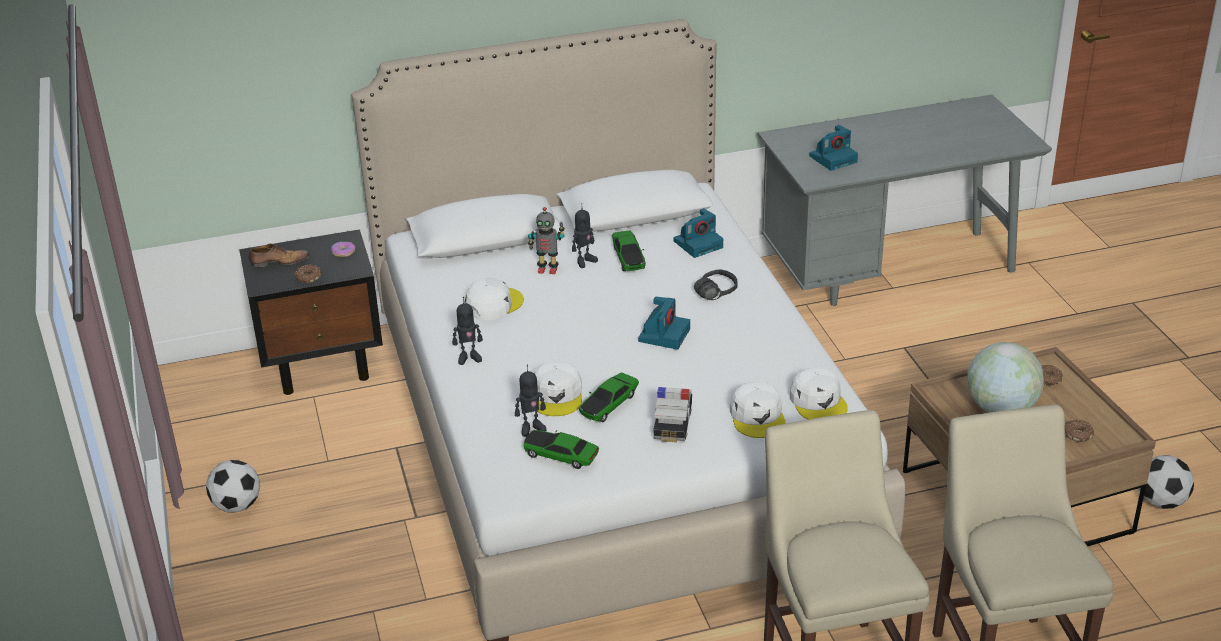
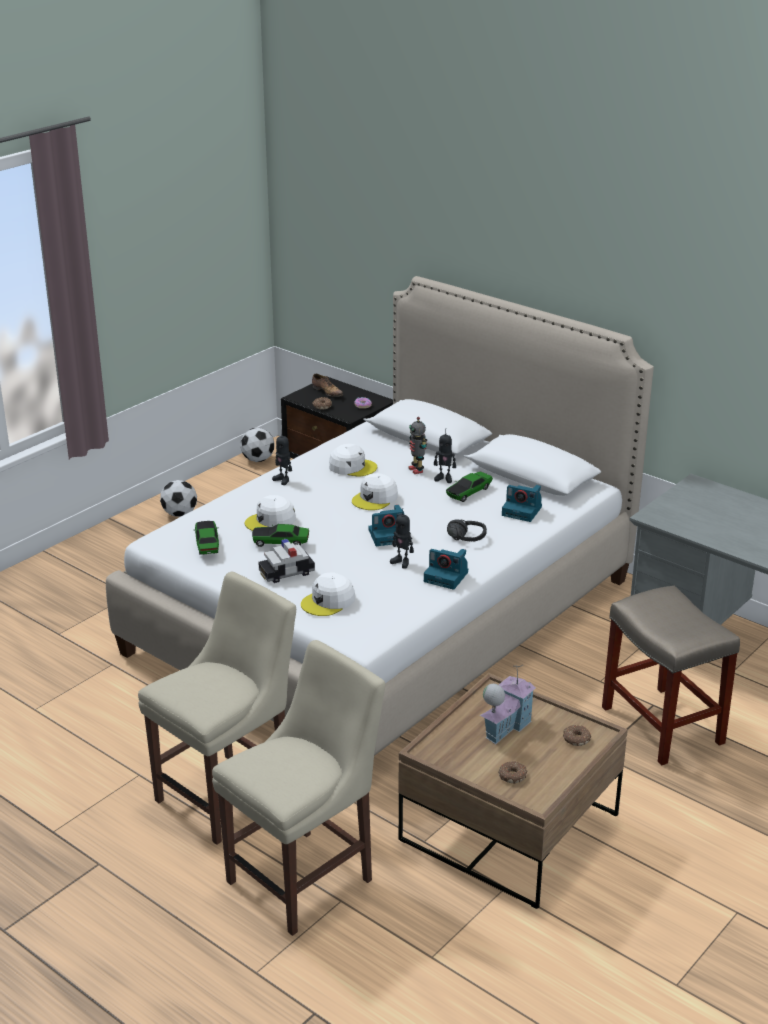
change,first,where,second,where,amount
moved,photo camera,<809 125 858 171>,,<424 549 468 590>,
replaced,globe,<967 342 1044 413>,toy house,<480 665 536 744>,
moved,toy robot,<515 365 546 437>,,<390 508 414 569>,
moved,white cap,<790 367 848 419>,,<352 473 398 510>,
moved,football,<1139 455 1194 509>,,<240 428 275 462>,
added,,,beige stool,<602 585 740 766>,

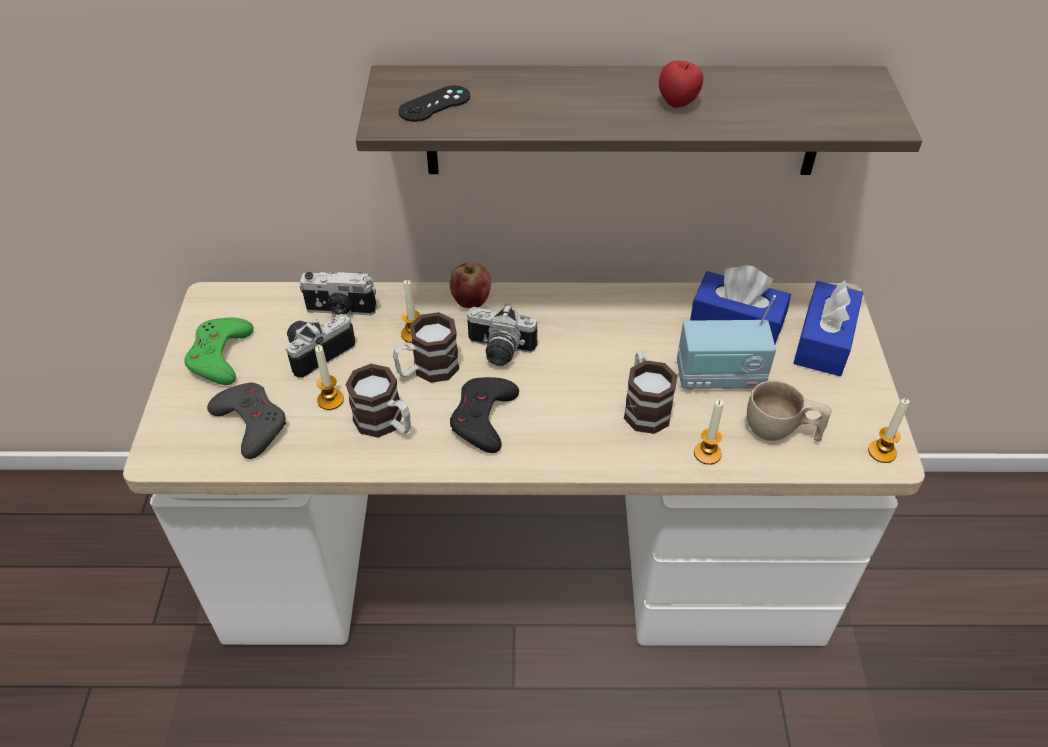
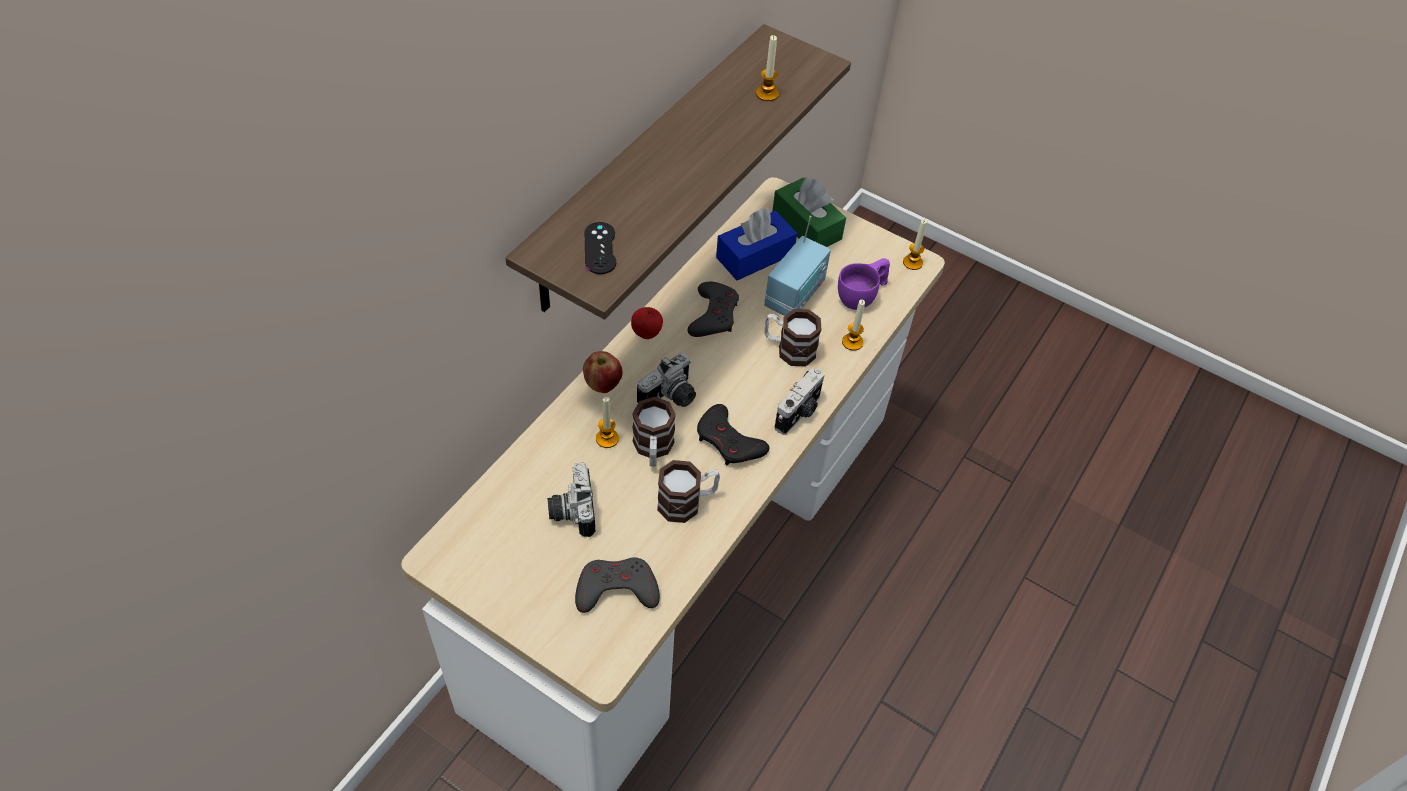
change,first,where,second,where,amount
moved,apple,<659 60 703 108>,,<631 307 663 339>,
moved,photo camera,<300 272 377 315>,,<774 368 824 435>,
recoloured,blue tissue box,<793 280 863 376>,green tissue box,<772 176 846 247>,
removed,green game controller,<184 317 254 385>,,,
moved,candle,<315 345 344 410>,,<756 35 779 101>,
recoloured,beige cup,<747 381 832 442>,purple cup,<838 258 890 310>,
added,,,grey game controller,<688 282 739 337>,

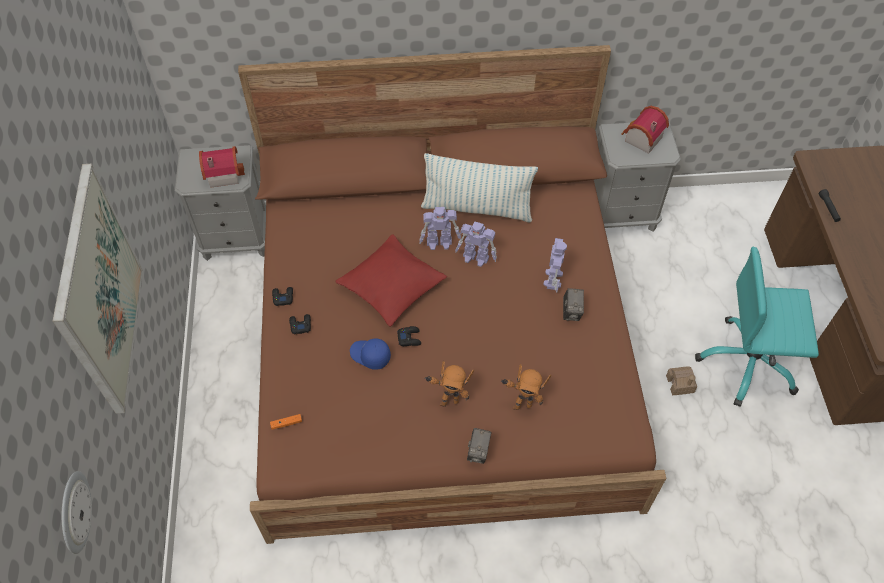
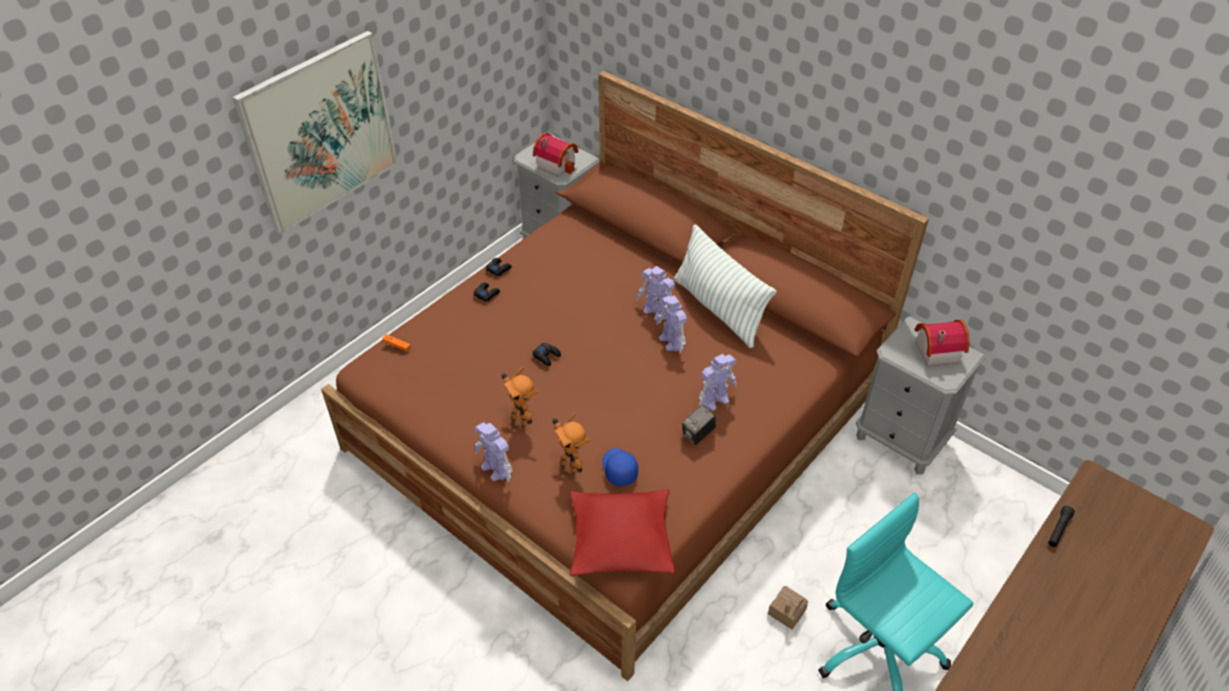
change,first,where,second,where,amount
moved,red pillow,<335 234 447 327>,,<569 489 675 576>,
moved,blue cap,<350 338 391 370>,,<602 448 638 486>,
replaced,photo camera,<467 428 492 464>,toy robot,<474 422 513 482>,
removed,wall clock,<62 471 92 554>,,,

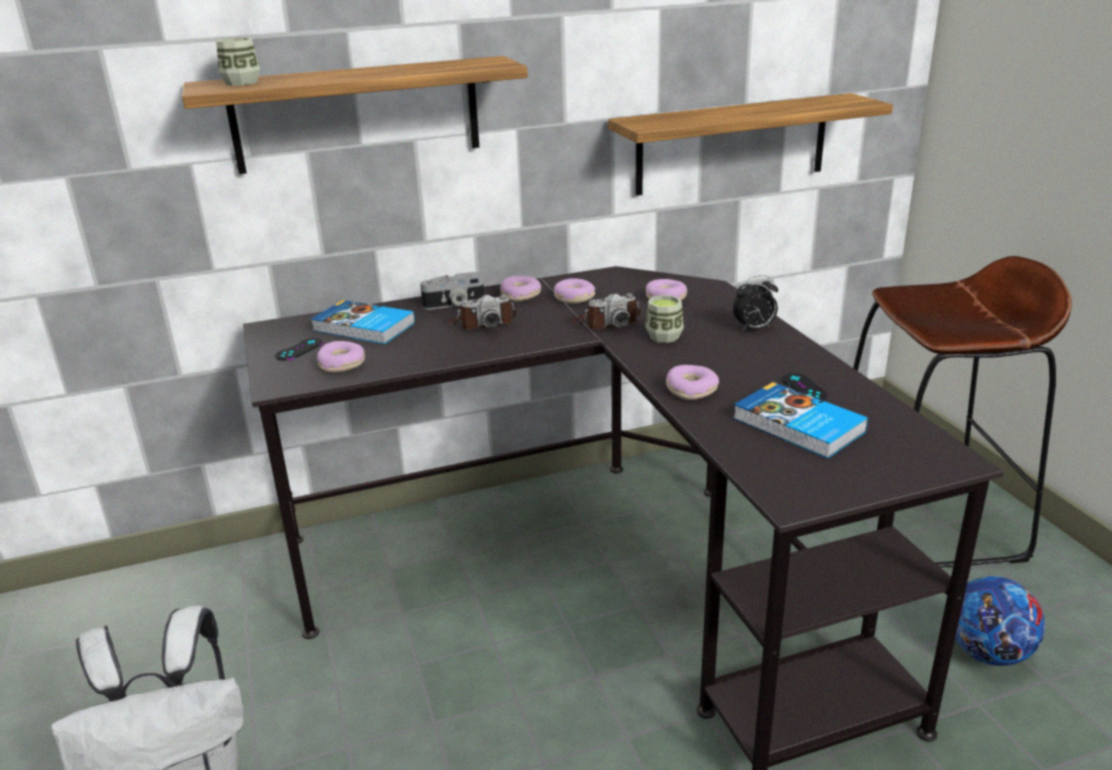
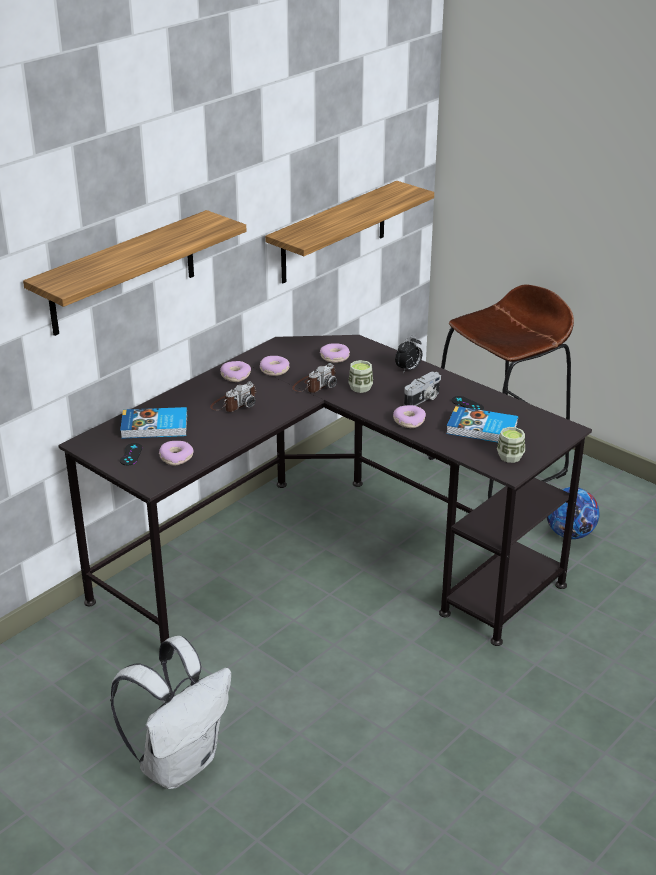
change,first,where,second,where,amount
moved,cup,<216 37 260 86>,,<497 427 525 463>,
moved,photo camera,<420 272 484 310>,,<404 371 441 406>,

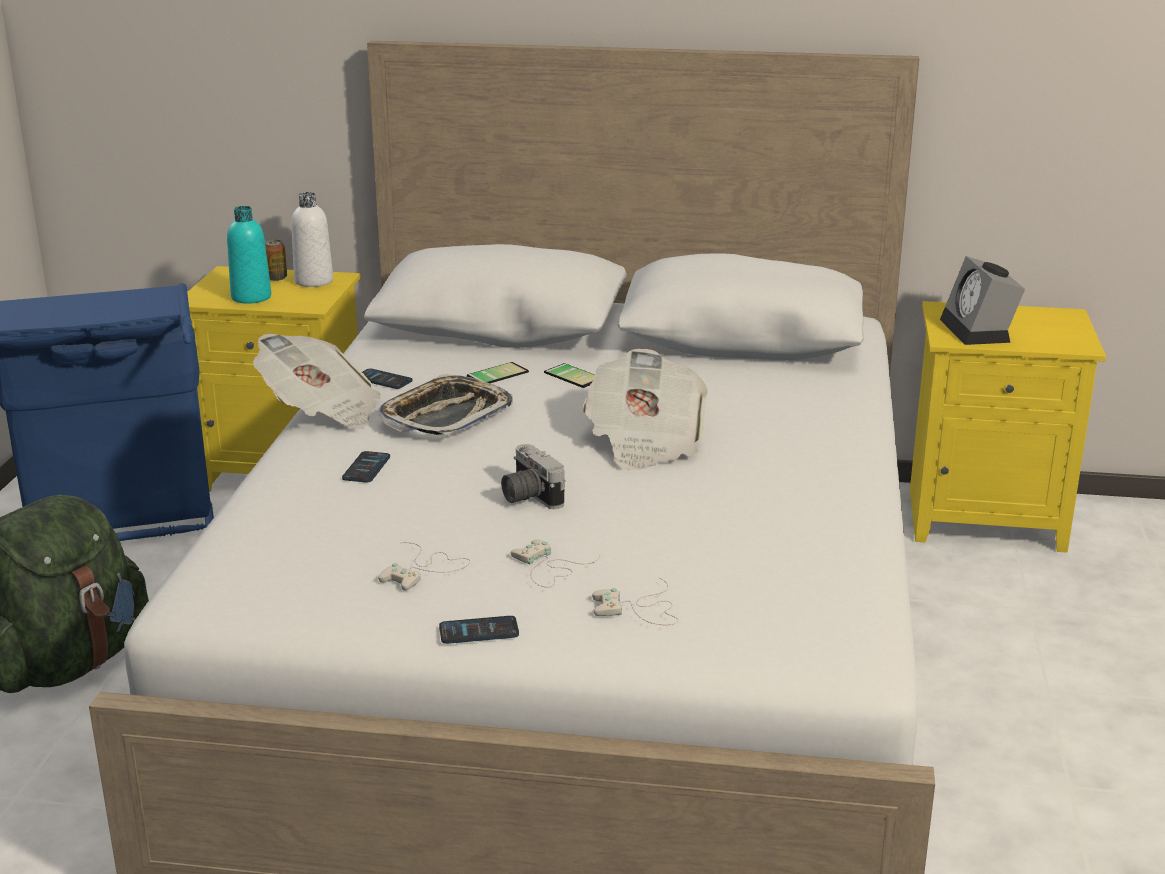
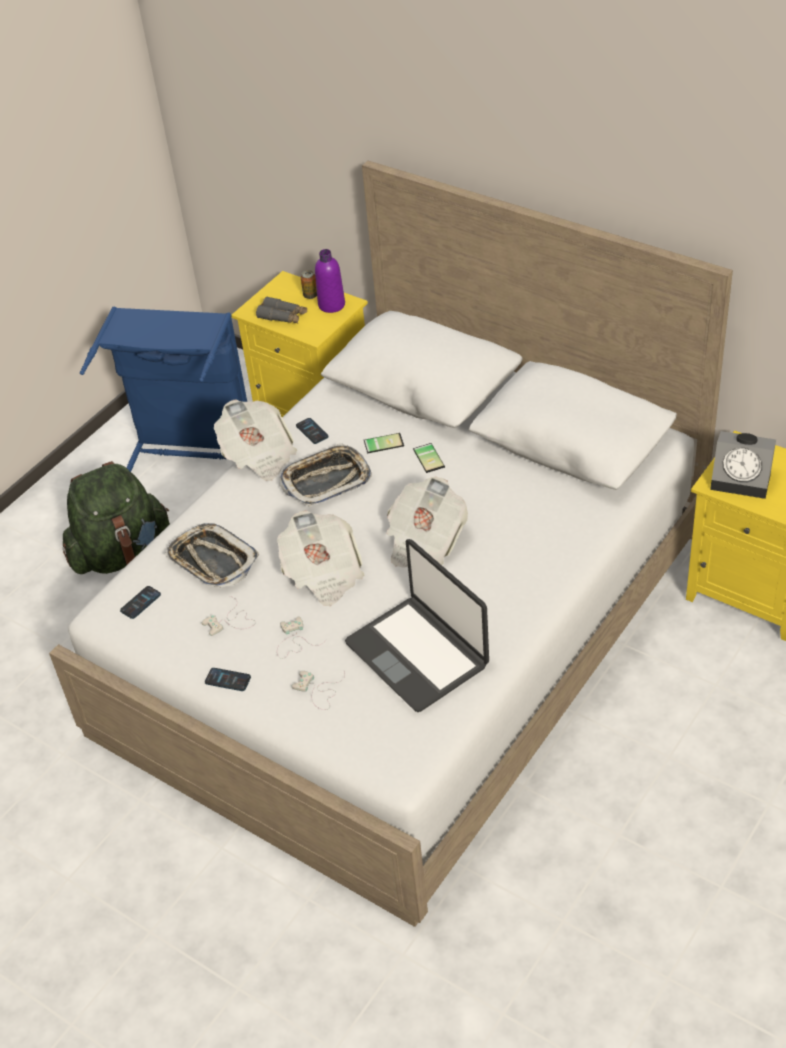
change,first,where,second,where,amount
recoloured,white bottle,<291 192 333 287>,purple bottle,<315 249 345 313>,
replaced,turquoise bottle,<227 206 271 304>,grey binoculars,<256 296 307 323>,
turned,alarm clock,<940 256 1025 345>,,<710 431 776 499>,90 degrees counterclockwise
replaced,photo camera,<501 444 565 509>,newspaper,<277 510 364 606>,
moved,phone,<342 451 390 483>,,<120 586 161 619>,
added,,,tray,<165 523 259 587>,
added,,,laptop,<345 539 489 712>,

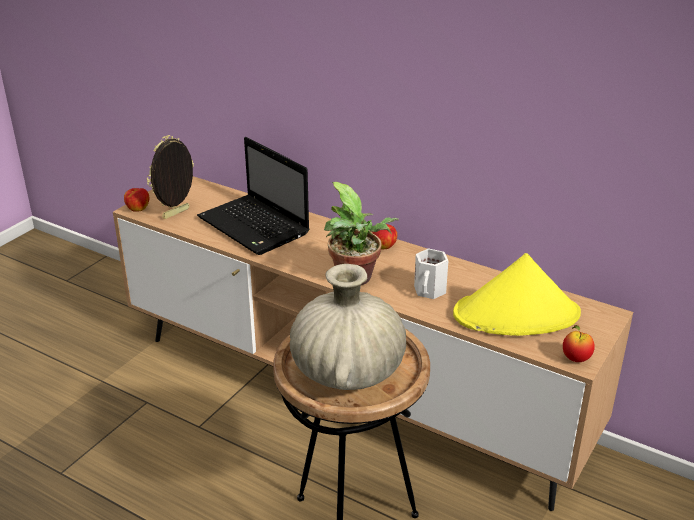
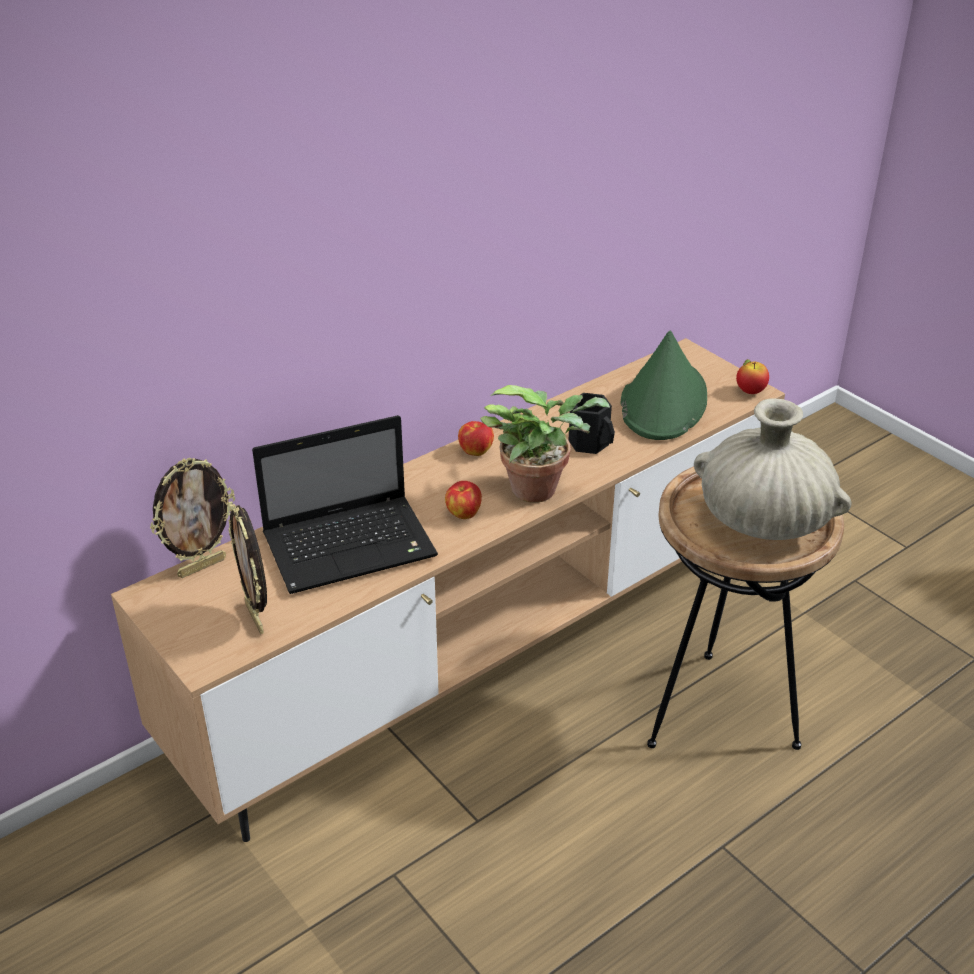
change,first,where,second,where,amount
moved,apple,<124 188 149 212>,,<445 481 482 519>,
recoloured,white mug,<414 248 448 299>,black mug,<569 393 615 454>,
recoloured,yellow hat,<453 253 581 336>,green hat,<621 331 707 440>,
added,,,picture frame,<150 458 235 578>,

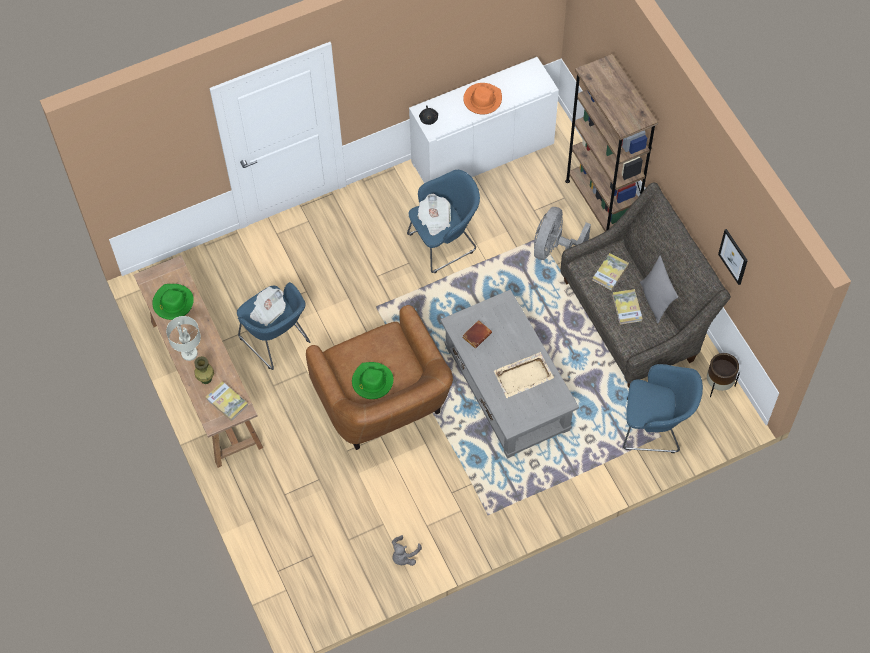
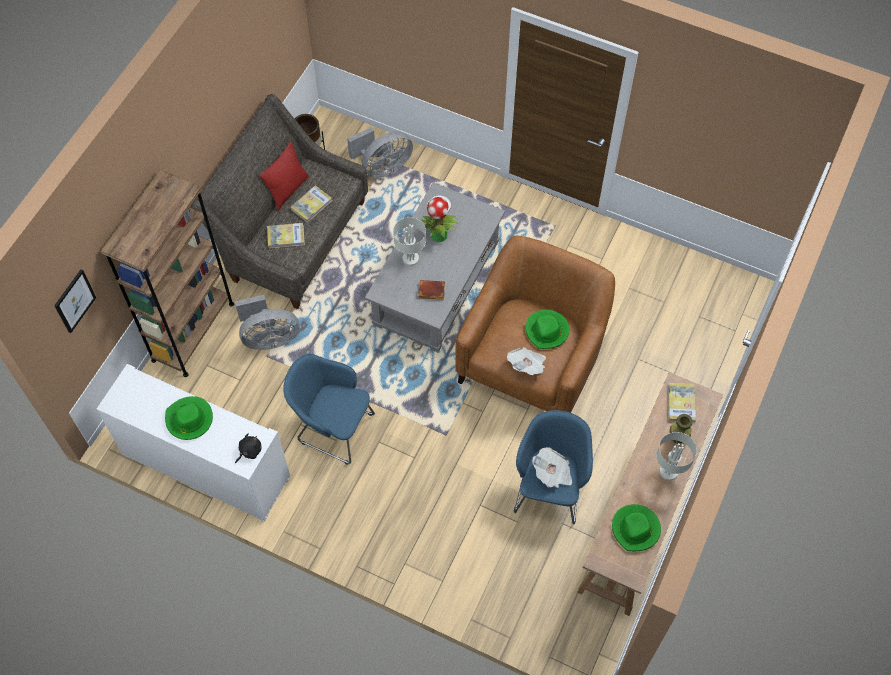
change,first,where,second,where,amount
recoloured,orange hat,<463 83 502 114>,green hat,<165 396 213 440>,
moved,newspaper,<418 194 451 236>,,<507 347 546 375>,
moved,picture,<718 229 748 285>,,<54 269 96 333>,
recoloured,grey pillow,<640 256 678 323>,red pillow,<259 141 309 211>,
replaced,beige tray,<494 352 554 398>,potted plant,<421 195 459 242>,
replaced,blue armchair,<623 364 703 453>,grey fan,<347 127 413 178>,
removed,grey plush toy,<392 535 422 566>,,,
added,,,grey table lamp,<393 217 426 266>,

